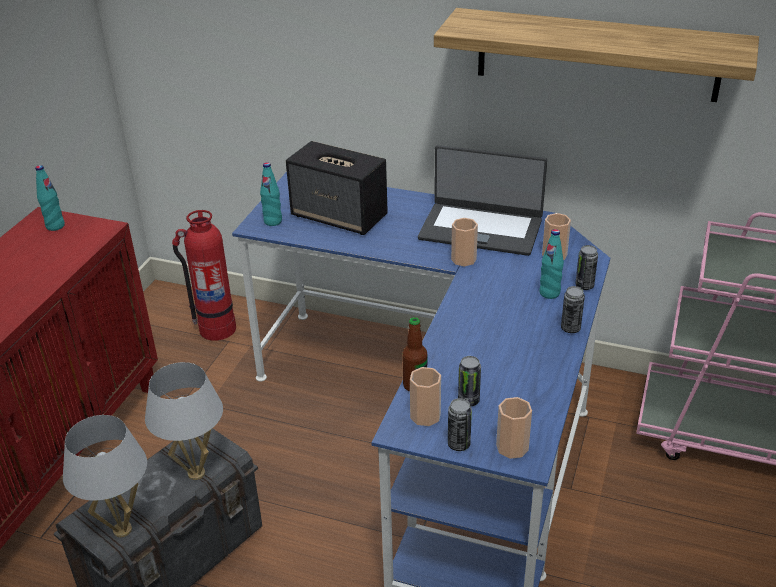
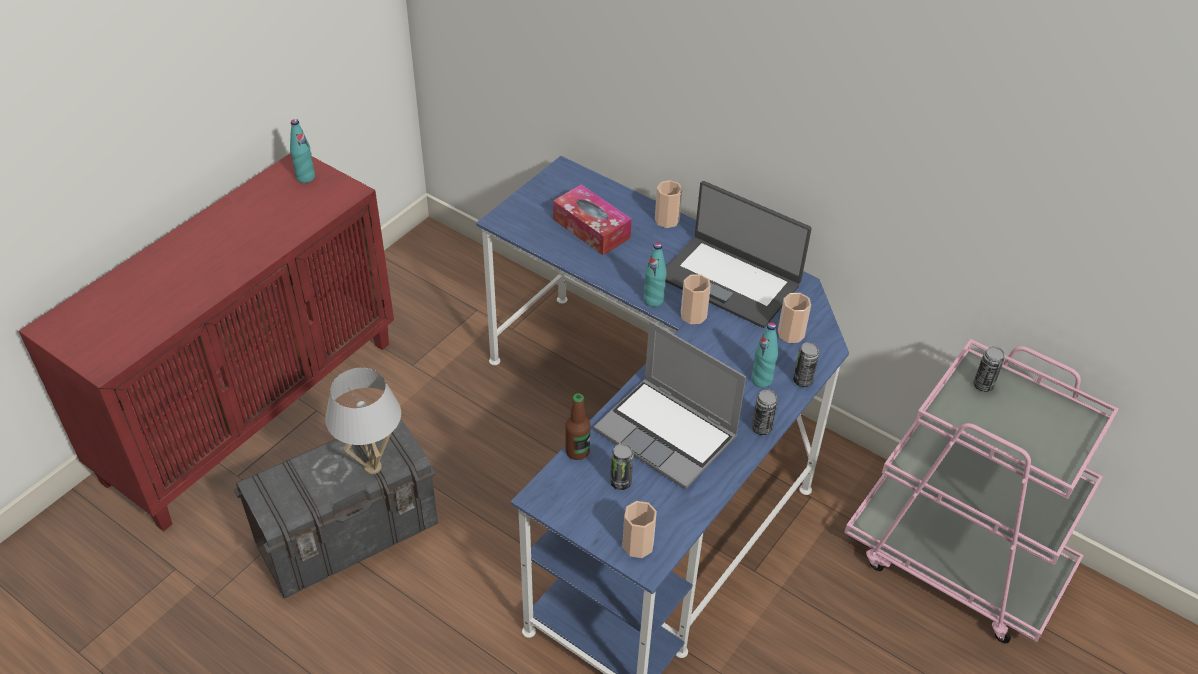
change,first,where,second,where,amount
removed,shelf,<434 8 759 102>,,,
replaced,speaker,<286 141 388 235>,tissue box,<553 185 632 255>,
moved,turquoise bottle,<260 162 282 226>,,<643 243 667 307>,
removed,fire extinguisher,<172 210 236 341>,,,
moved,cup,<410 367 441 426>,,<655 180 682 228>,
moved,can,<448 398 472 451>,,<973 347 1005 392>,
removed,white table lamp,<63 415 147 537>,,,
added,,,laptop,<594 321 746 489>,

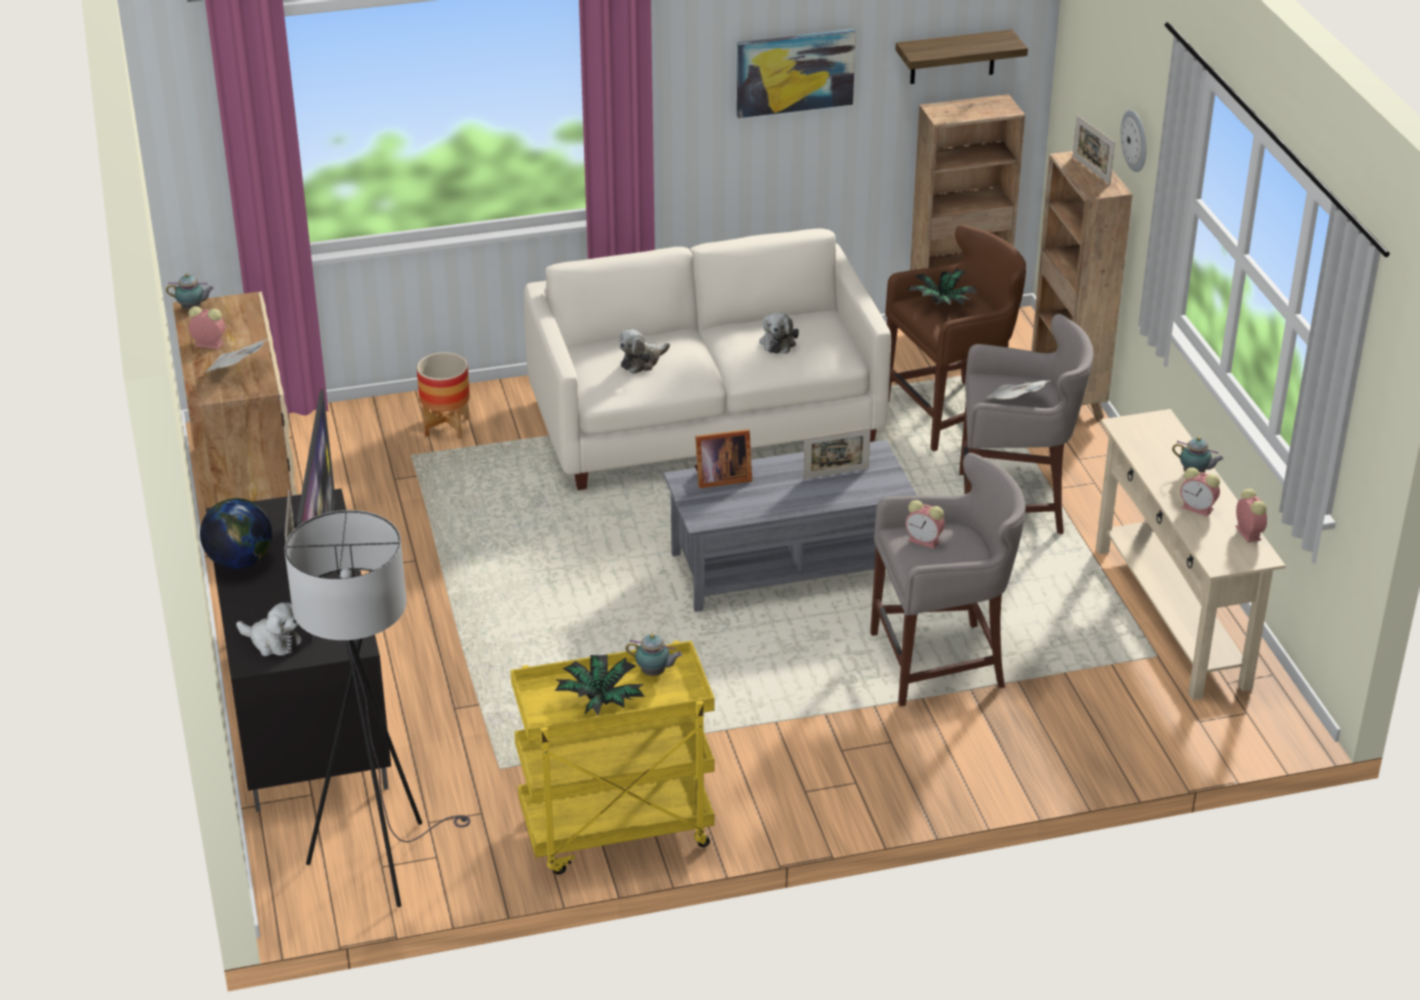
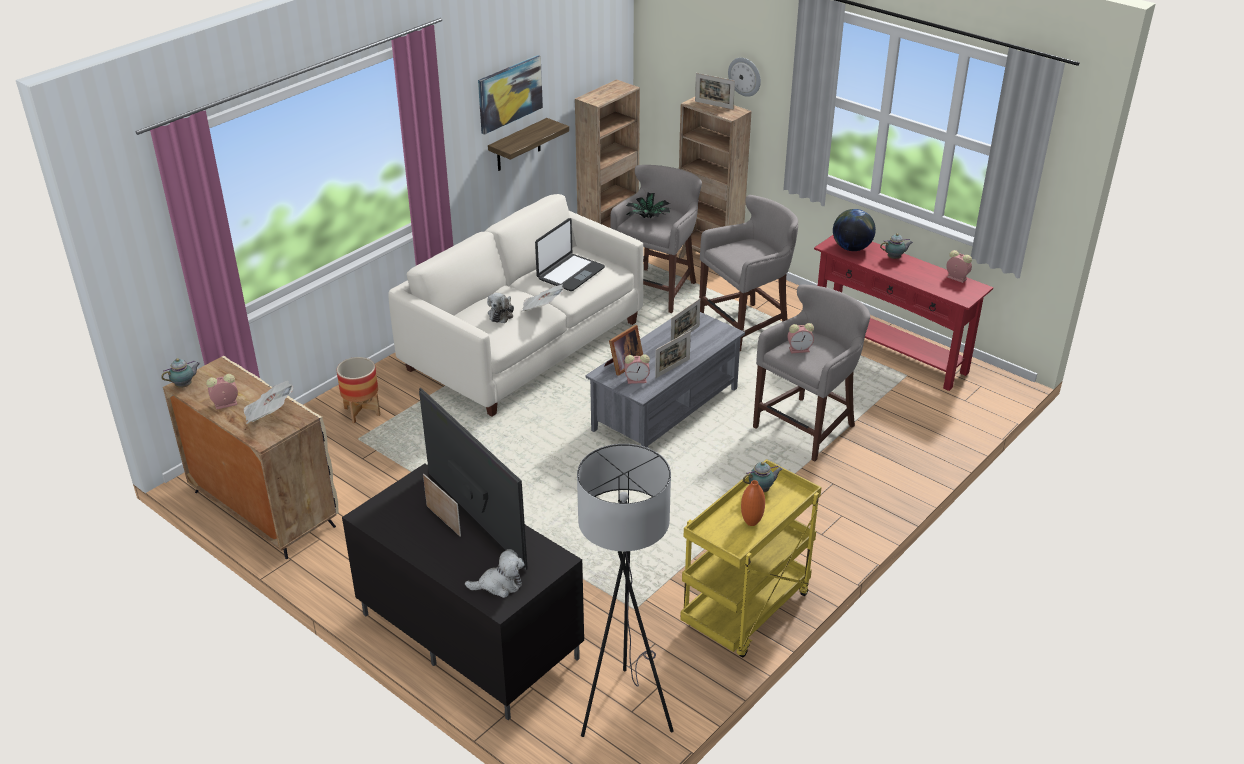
change,first,where,second,where,amount
moved,shelf,<895 30 1028 84>,,<488 118 569 171>,
recoloured,brown stool,<885 225 1026 451>,grey stool,<610 165 702 313>,
replaced,plush toy,<759 312 799 354>,laptop,<535 218 605 291>,
moved,newspaper,<982 380 1049 399>,,<521 285 564 312>,
recoloured,beige console table,<1096 409 1286 700>,red console table,<814 235 993 391>,
moved,alarm clock,<1180 467 1220 517>,,<624 354 650 384>,
moved,globe,<200 498 272 569>,,<833 209 876 251>,
replaced,potted plant,<555 655 645 716>,orange vase,<741 480 765 526>,
added,,,picture frame,<655 331 691 379>,

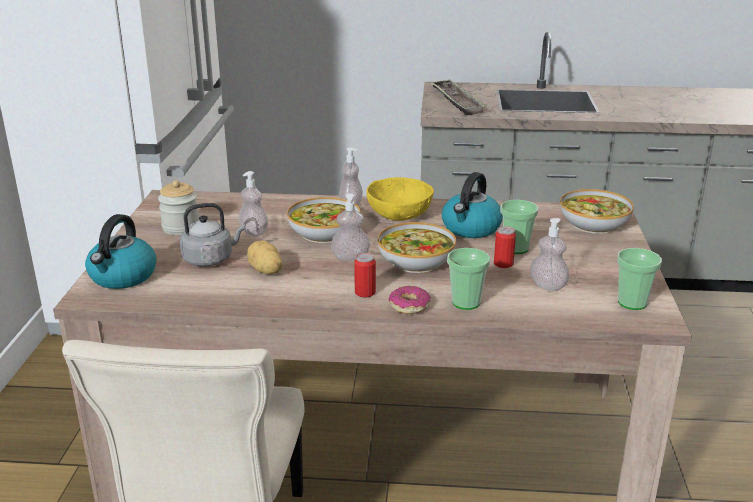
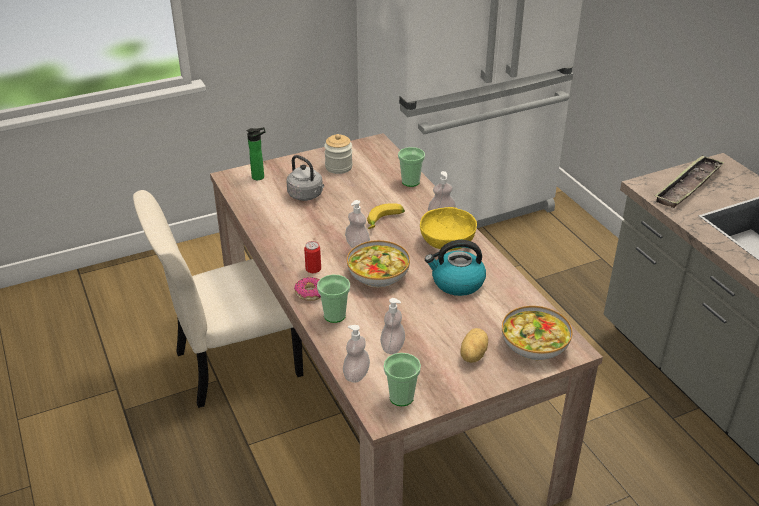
change,first,where,second,where,amount
moved,soap dispenser,<239 171 268 236>,,<343 325 370 383>,
replaced,bowl,<287 197 361 243>,banana,<367 203 405 229>,
moved,cup,<500 200 538 254>,,<398 147 425 187>,
replaced,kettle,<85 214 156 289>,bottle,<247 127 266 180>,
removed,can,<494 226 516 268>,,,
moved,potato,<247 240 283 275>,,<460 328 488 363>,

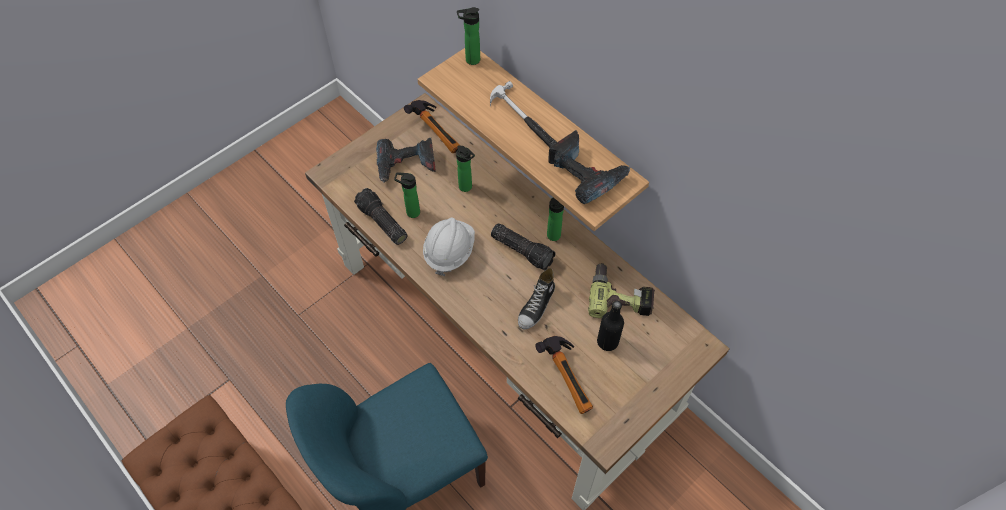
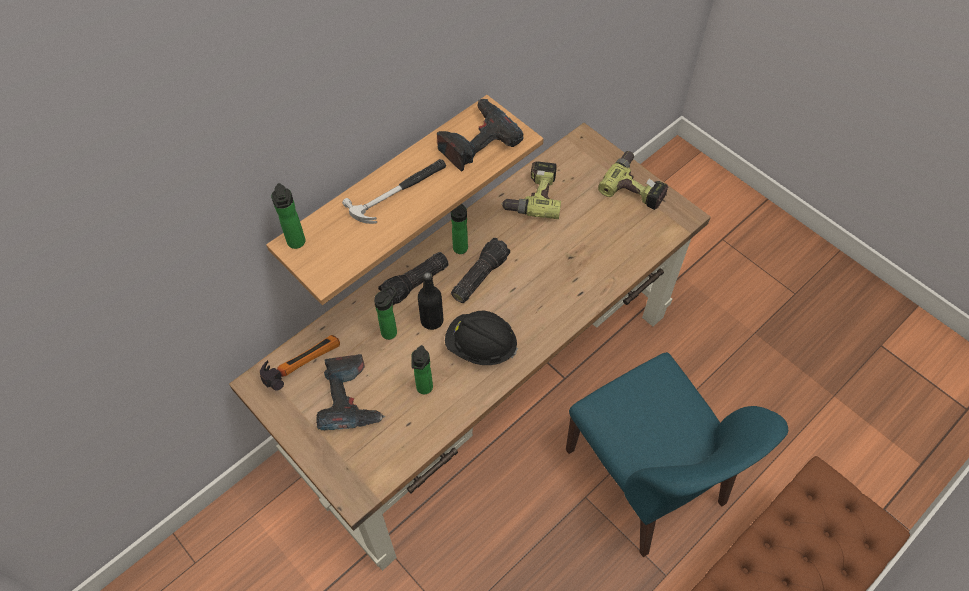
change,first,where,second,where,amount
moved,flashlight,<354 188 408 245>,,<378 252 449 305>,
recoloured,white hard hat,<423 217 475 276>,black hard hat,<445 311 518 365>,
removed,shoe,<518 268 555 330>,,,
moved,black bottle,<597 301 624 351>,,<418 272 443 330>,
removed,hammer,<535 336 593 414>,,,
added,,,power drill,<598 151 669 210>,

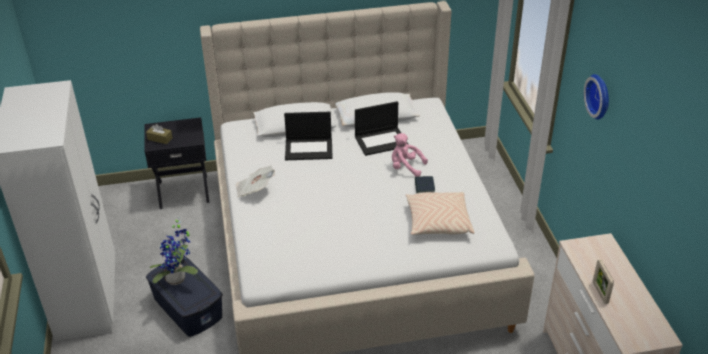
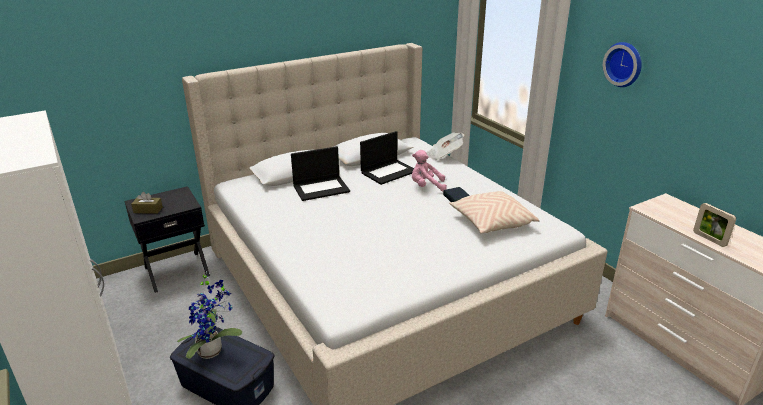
change,first,where,second,where,amount
moved,newspaper,<236 166 275 197>,,<426 132 465 160>,

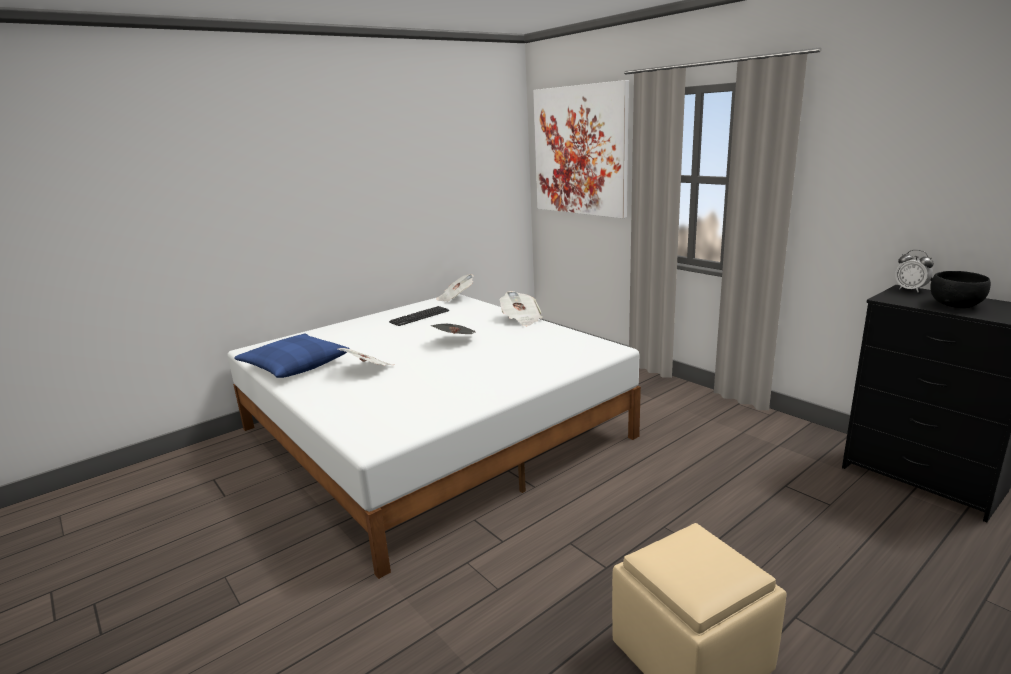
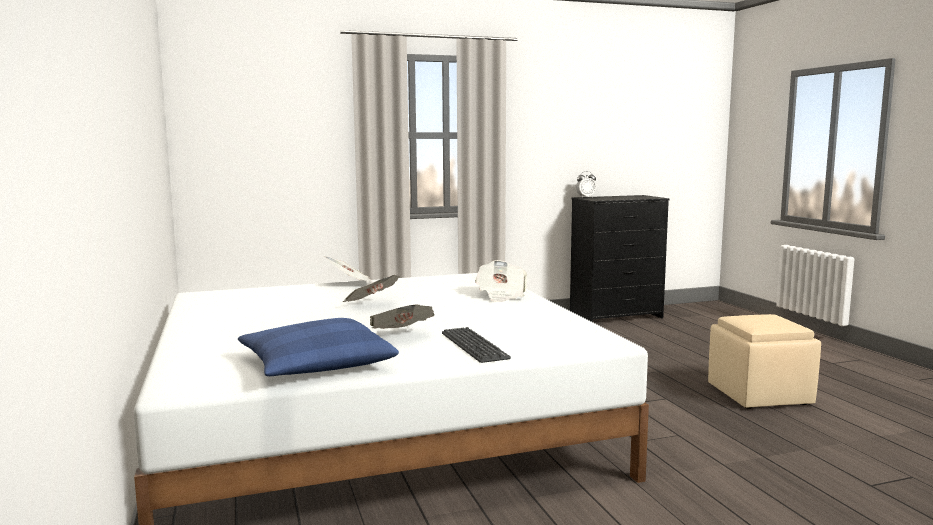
change,first,where,second,where,amount
removed,picture,<533 80 629 218>,,,
removed,black bowl,<930 271 991 308>,,,
moved,newspaper,<436 274 474 302>,,<475 260 527 302>,
moved,keyboard,<389 306 449 326>,,<442 327 511 363>,

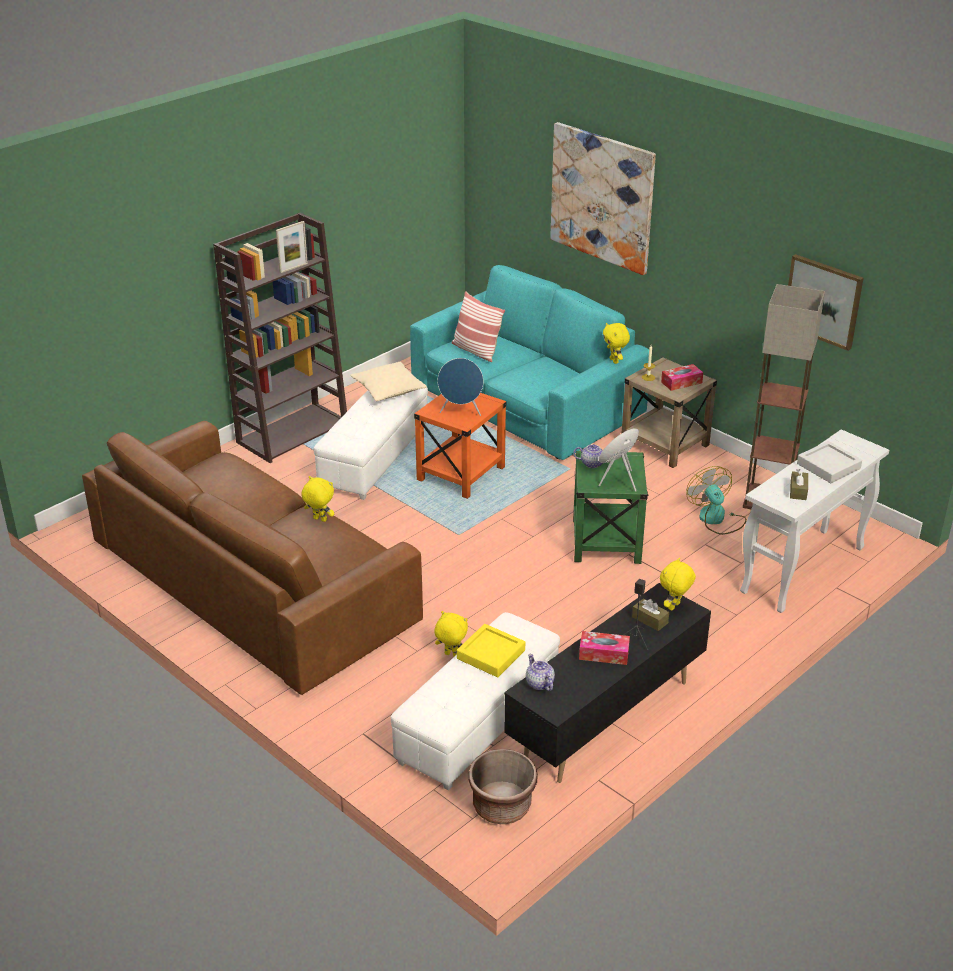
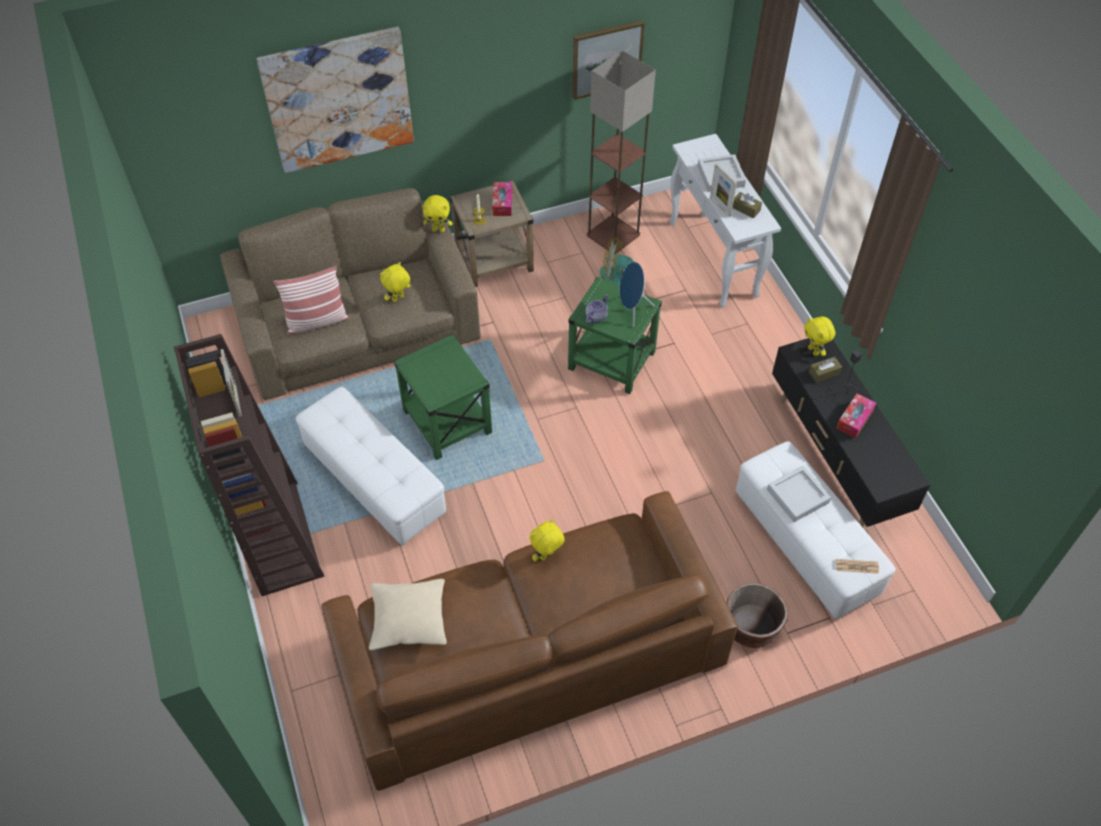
change,first,where,second,where,amount
recoloured,turquoise sofa,<410 265 649 460>,brown sofa,<220 188 481 400>,
removed,blue speaker,<438 358 483 416>,,,
moved,beige pillow,<350 362 427 401>,,<369 579 447 650>,
recoloured,orange side table,<414 393 506 499>,green side table,<394 335 492 460>,
moved,yellow plush toy,<434 611 468 657>,,<380 262 410 302>,
recoloured,yellow tray,<457 624 525 677>,grey tray,<767 465 831 522>,
removed,teapot,<526 654 555 691>,,,
moved,brown planter,<469 749 538 824>,,<726 583 788 648>,
added,,,picture frame,<710 163 737 217>,
added,,,newspaper,<836 559 879 574>,

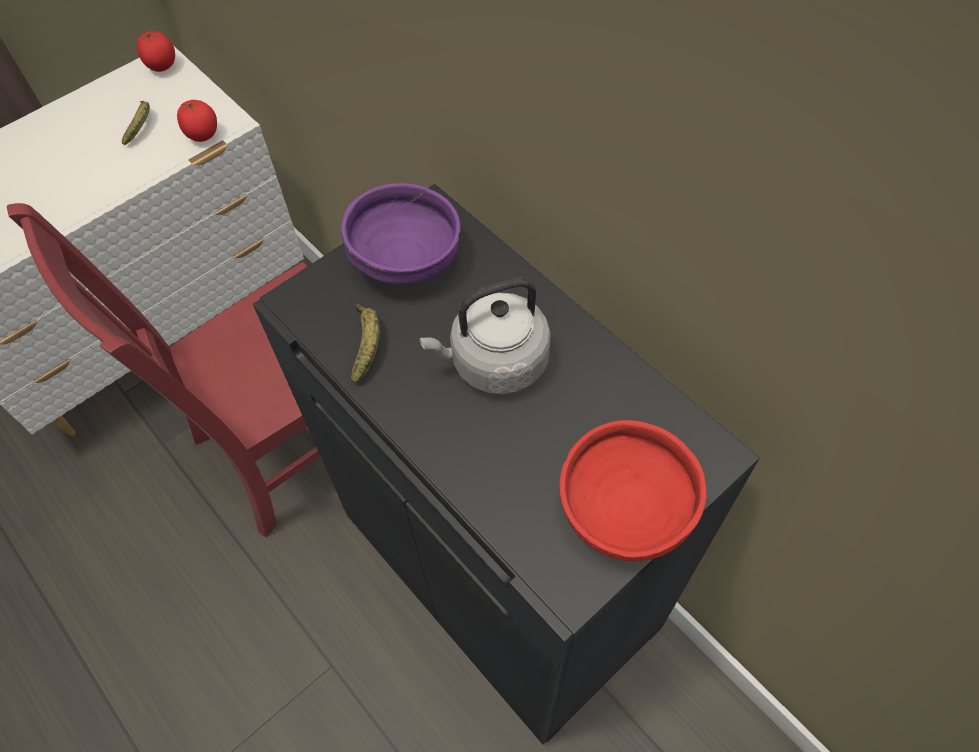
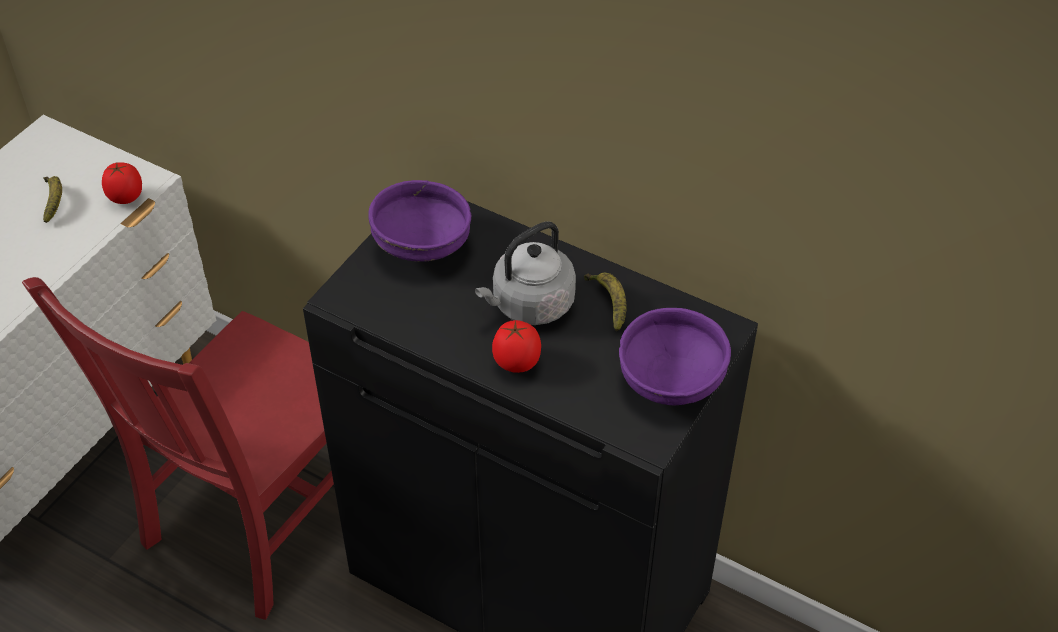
change,first,where,second,where,amount
moved,tomato,<137 31 175 72>,,<492 320 541 373>,
moved,banana,<351 304 380 383>,,<584 273 627 331>,
recoloured,red bowl,<559 420 707 562>,purple bowl,<619 308 731 405>,

